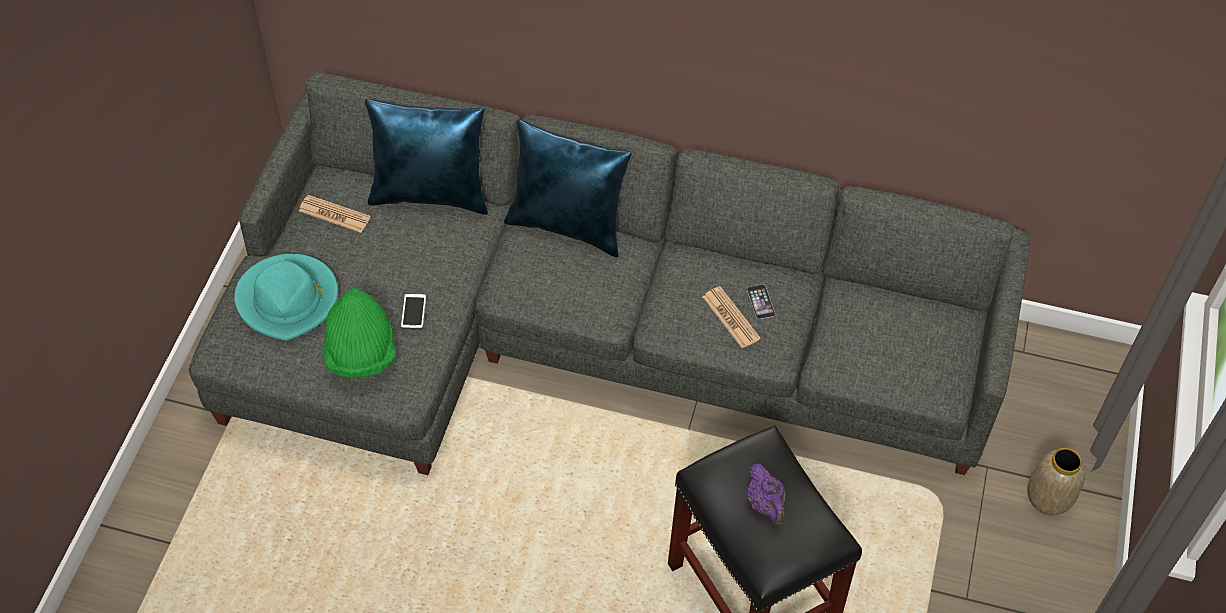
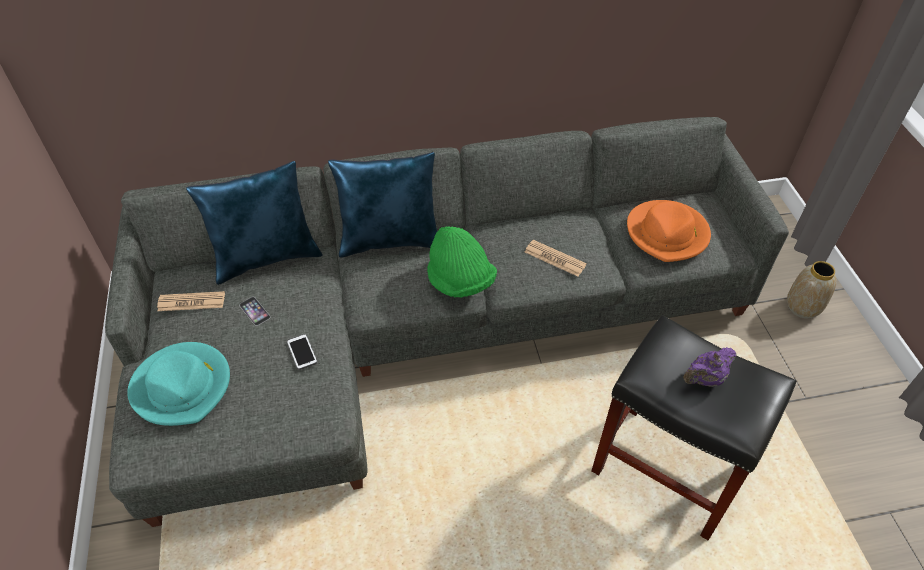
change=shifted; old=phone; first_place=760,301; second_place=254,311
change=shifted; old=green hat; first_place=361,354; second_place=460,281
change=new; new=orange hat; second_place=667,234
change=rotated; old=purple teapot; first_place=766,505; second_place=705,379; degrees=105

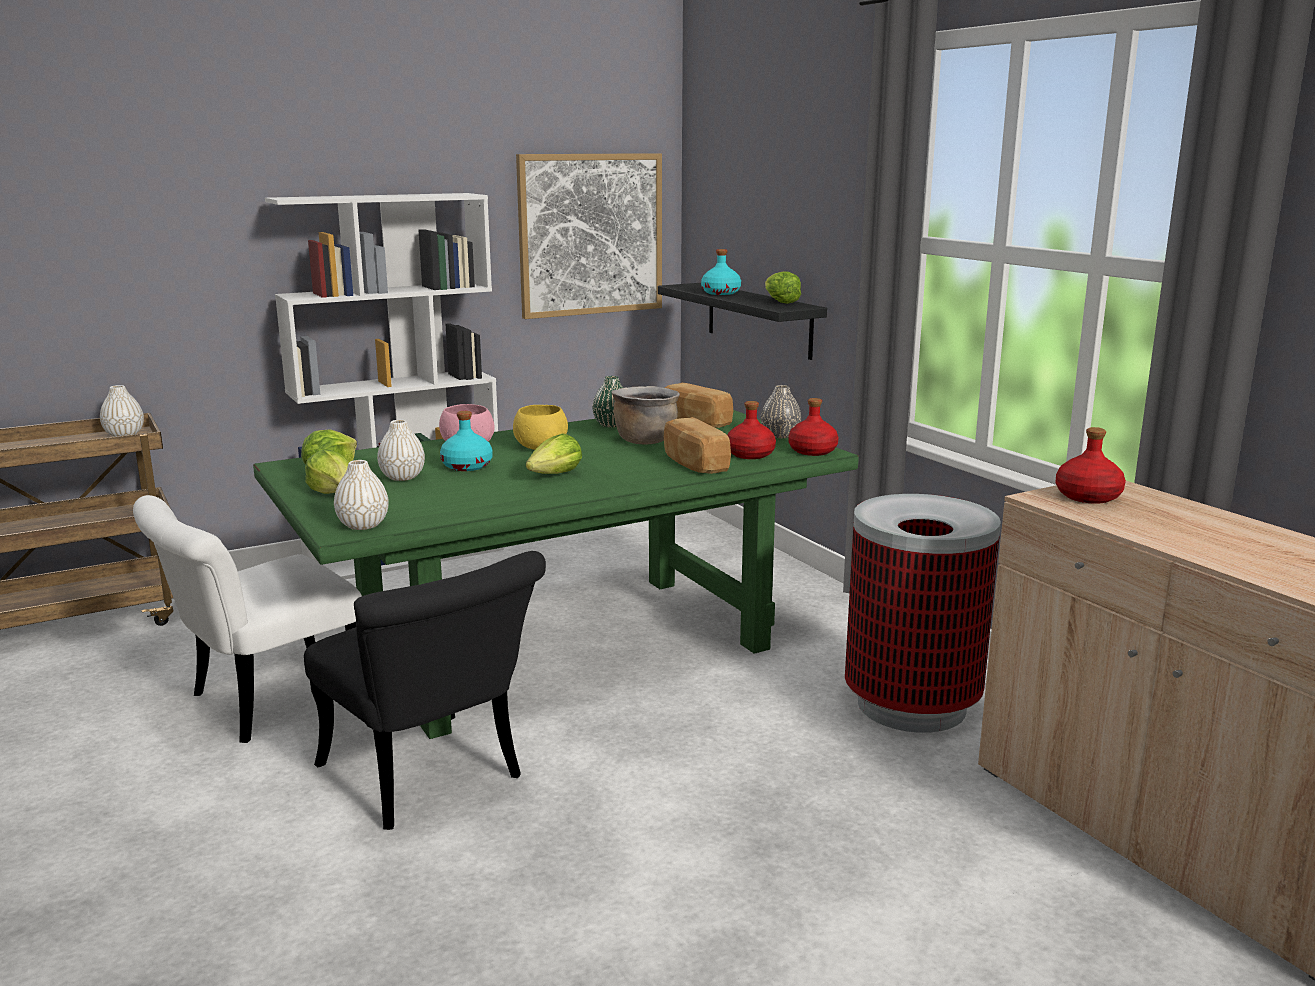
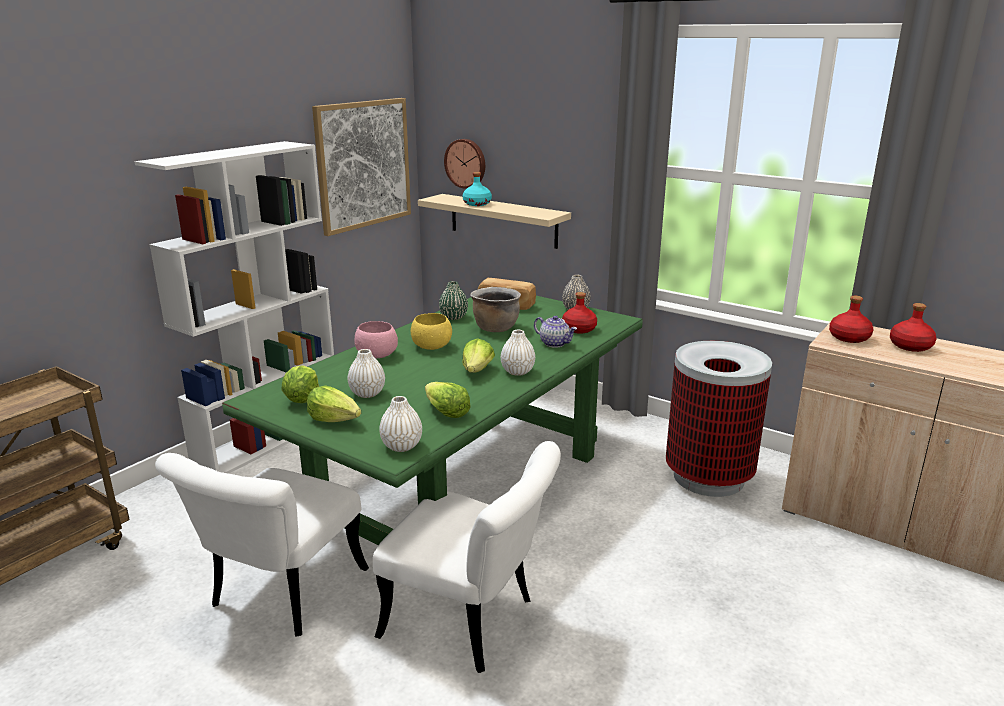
change=repainted; old=black chair; new=white chair; first_place=431,780; second_place=472,622
change=repainted; old=black shelf; new=beige shelf; first_place=758,319; second_place=503,220
change=shifted; old=lettuce; first_place=780,302; second_place=446,412
change=new; new=wall clock; second_place=466,163
change=shifted; old=white vase; first_place=124,435; second_place=517,372
change=swapped; old=bread; new=teapot; first_place=694,464; second_place=555,343
change=shifted; old=red bottle; first_place=812,451; second_place=910,346
change=gone; old=turquoise bottle; first_place=467,466

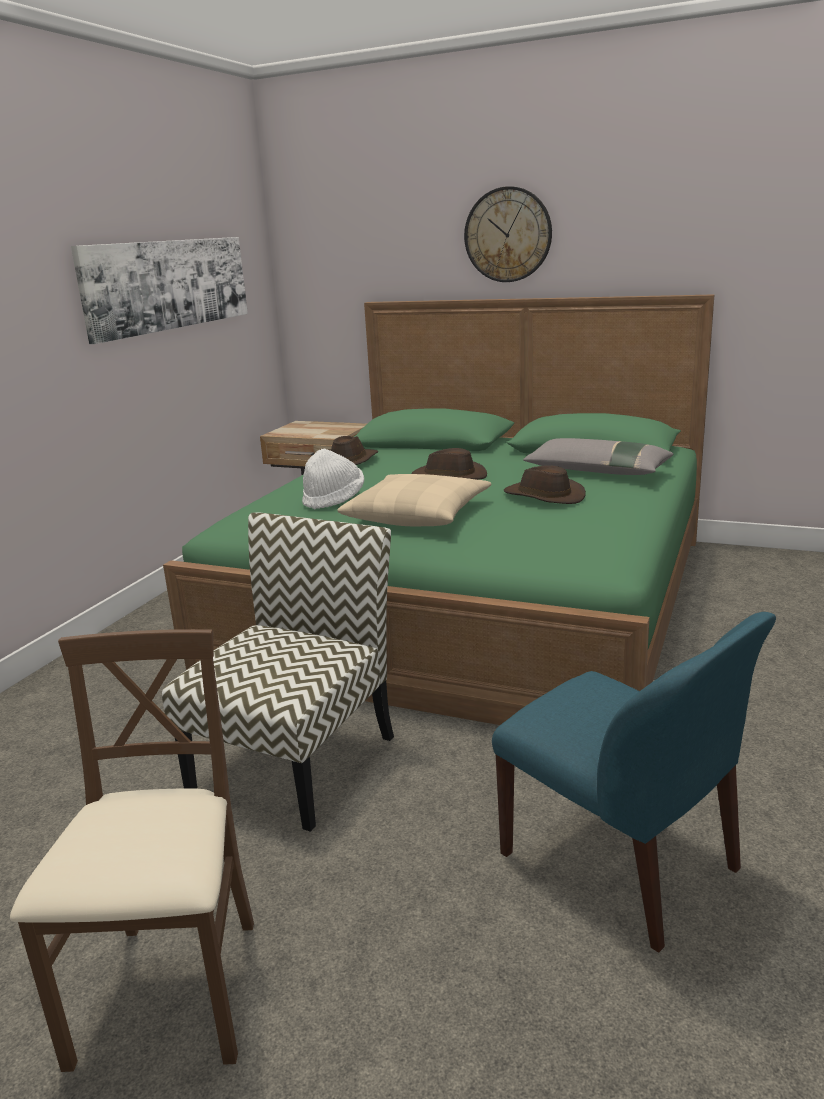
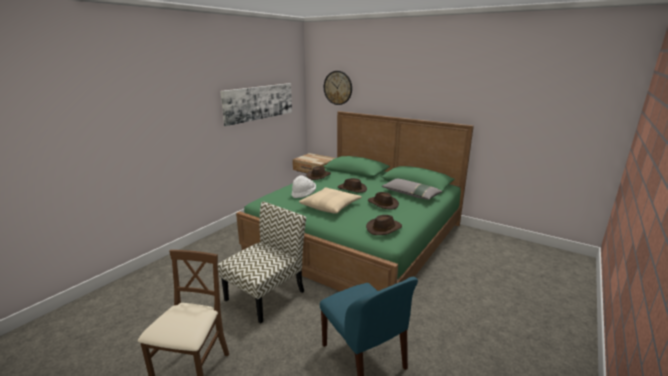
change=shifted; old=wall clock; first_place=508,235; second_place=338,88
change=new; new=brown hat; second_place=384,228

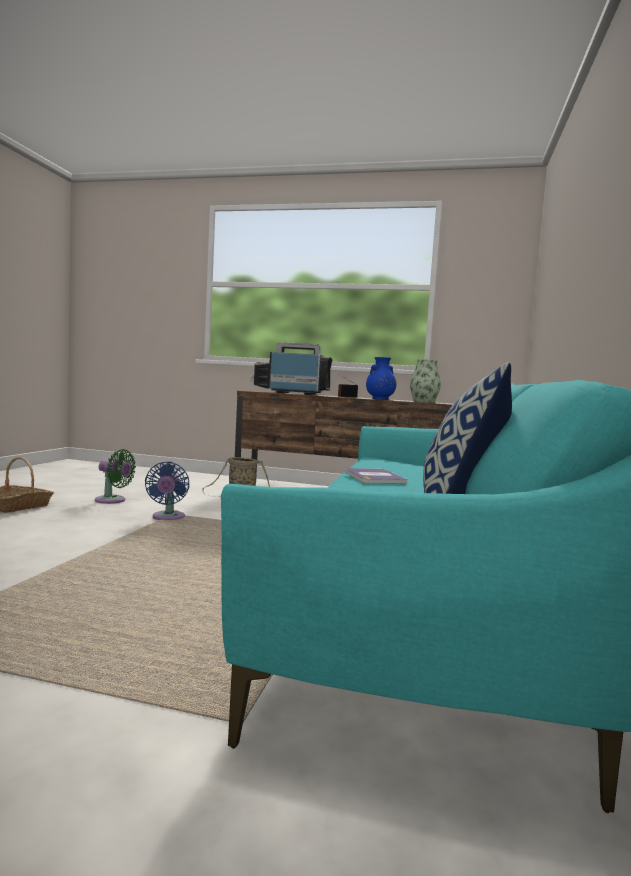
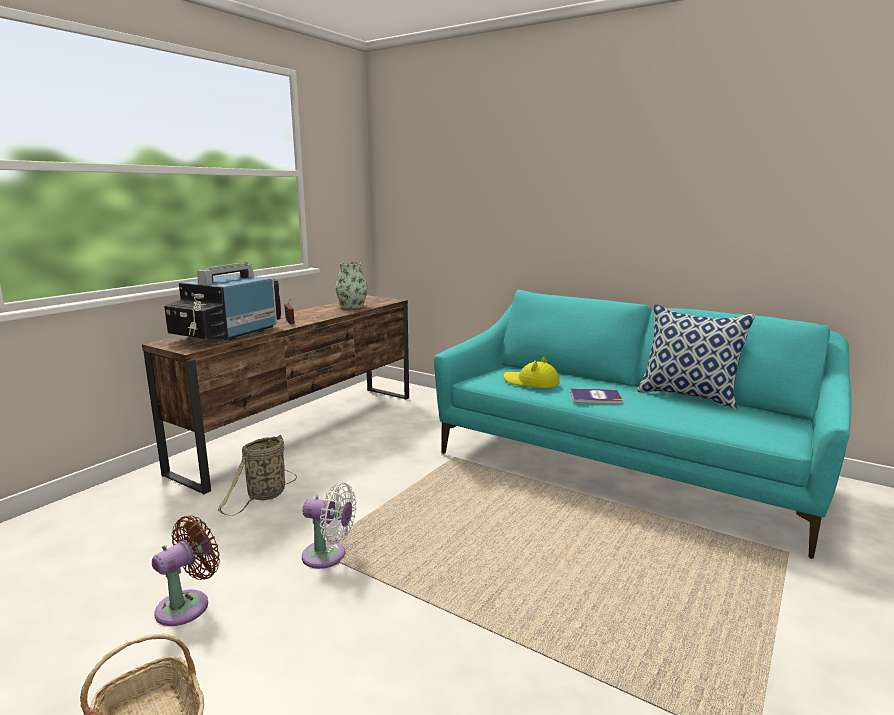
change=repainted; old=green fan; new=brown fan; first_place=113,500; second_place=187,605
change=repainted; old=blue fan; new=white fan; first_place=168,517; second_place=328,556
change=new; new=yellow hat; second_place=531,382
change=gone; old=blue vase; first_place=379,399

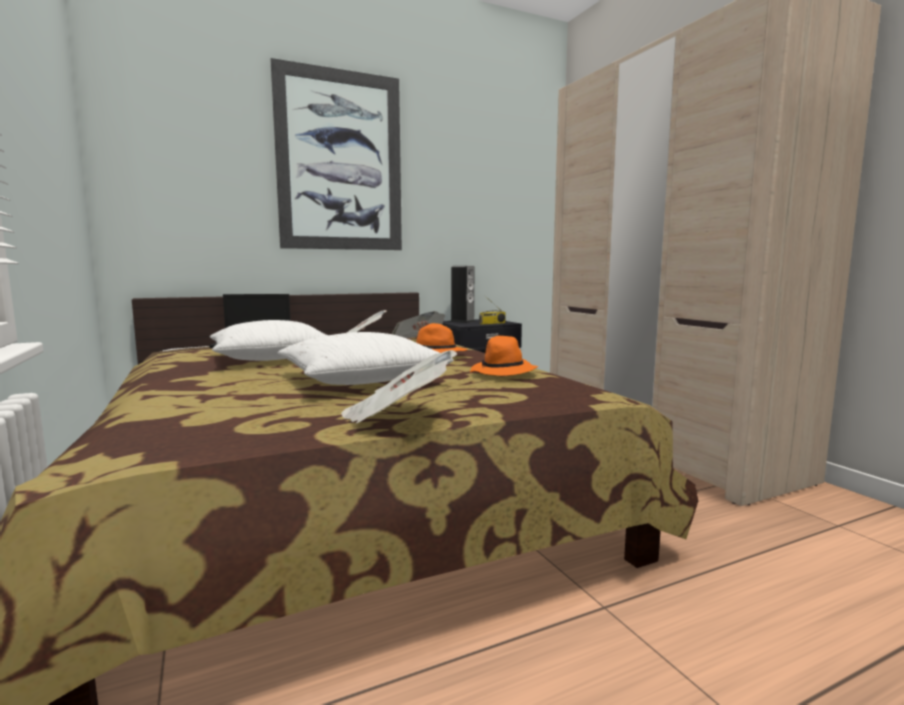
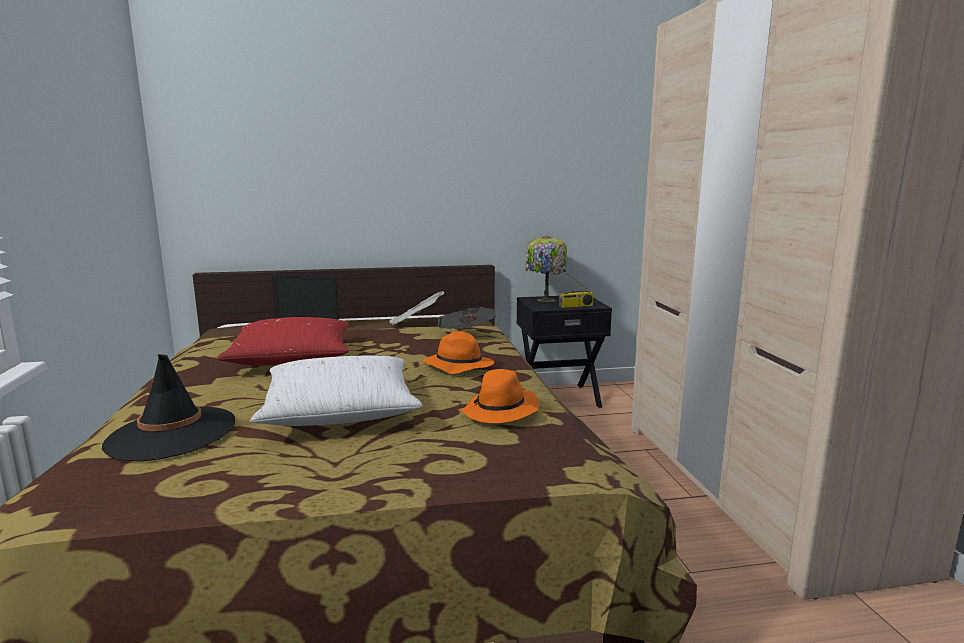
change=new; new=black hat; second_place=171,434
change=repainted; old=white pillow; new=red pillow; first_place=272,358; second_place=292,358
change=swapped; old=speaker; new=table lamp; first_place=462,321; second_place=544,300
change=gone; old=picture; first_place=340,161
change=gone; old=newspaper; first_place=397,416

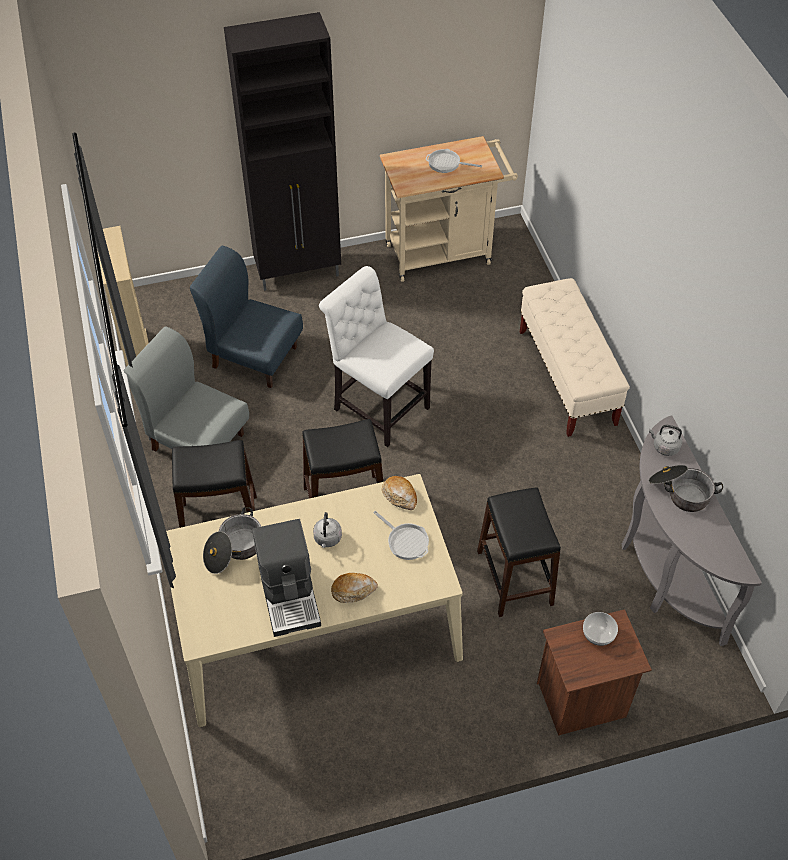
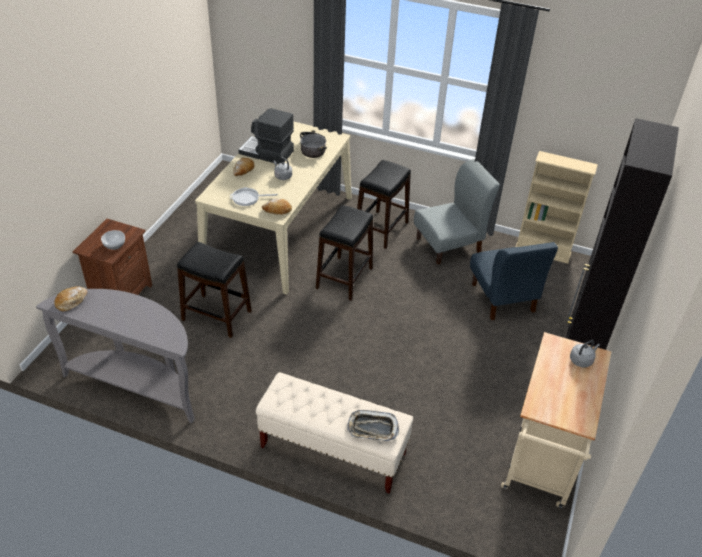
change=new; new=bread; second_place=71,301
change=new; new=tray; second_place=372,428
change=rotated; old=blue chair; first_place=254,356; second_place=502,298; degrees=105
change=shifted; old=grey kettle; first_place=664,447; second_place=582,360
change=gone; old=white chair; first_place=377,406
change=gone; old=frying pan; first_place=446,163
change=gone; old=cooking pot; first_place=680,492

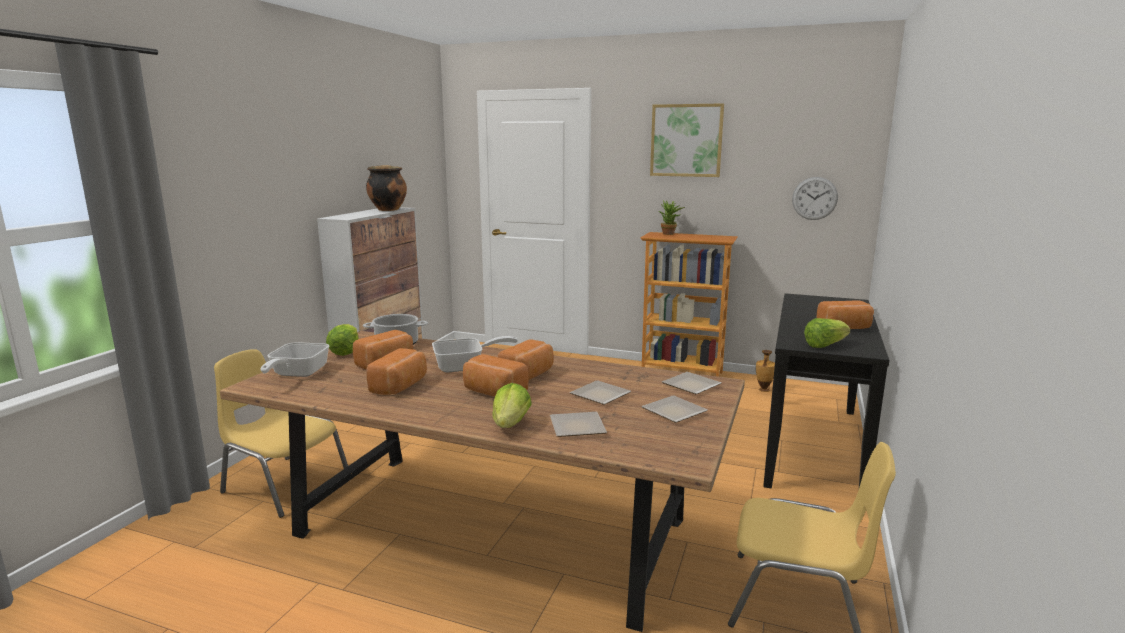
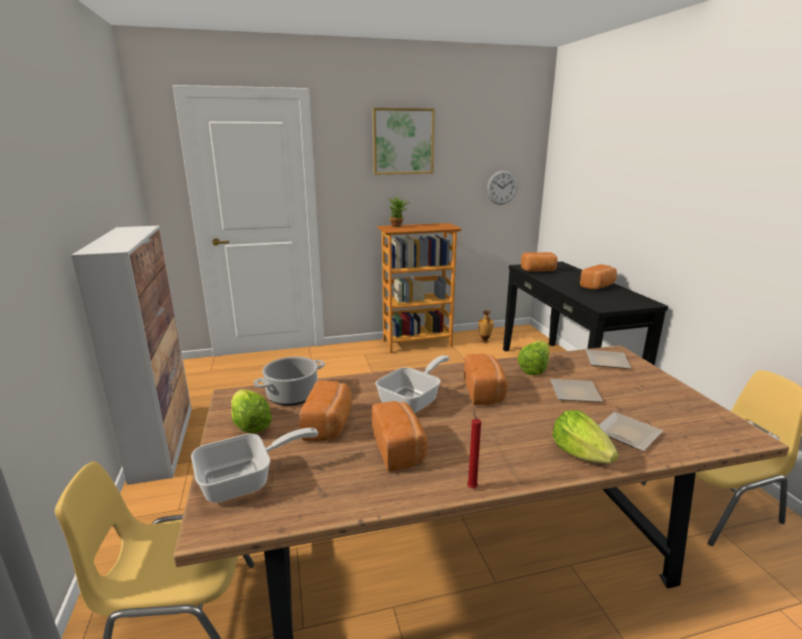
change=rotated; old=frying pan; first_place=296,374; second_place=246,481; degrees=-90
change=new; new=red candle; second_place=471,487
change=shifted; old=lettuce; first_place=824,345; second_place=534,368
change=shifted; old=bread; first_place=493,392; second_place=539,270
change=gone; old=cooking pot; first_place=387,209
change=gone; old=plate; first_place=671,412

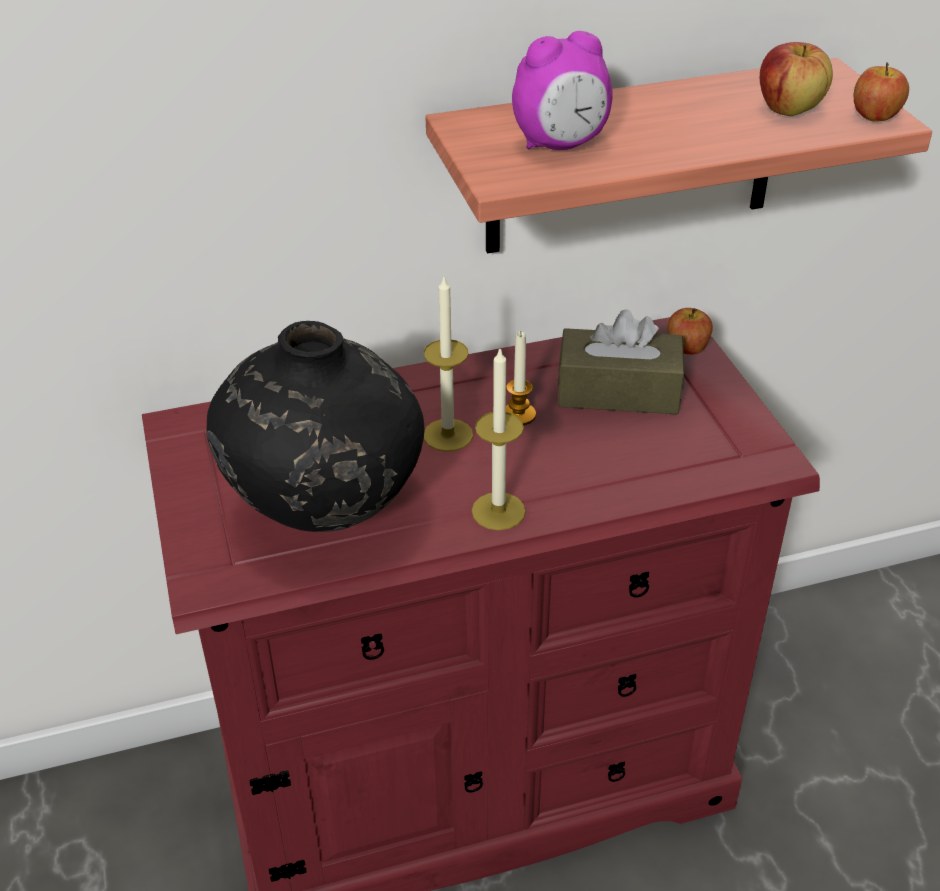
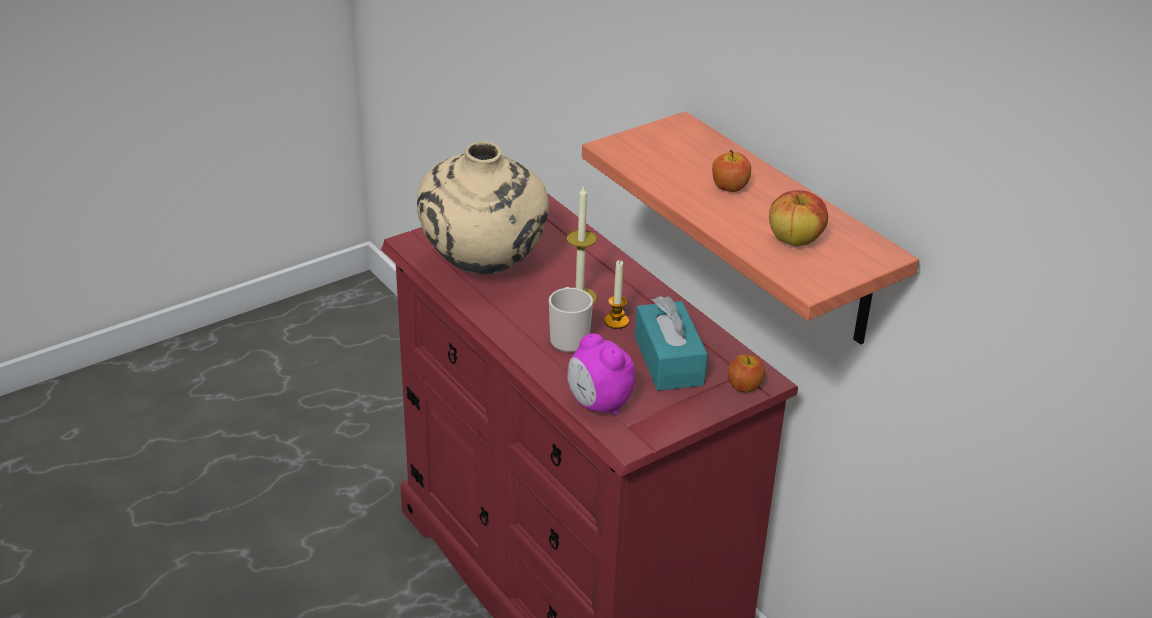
change=repainted; old=black vase; new=beige vase; first_place=326,512; second_place=484,268
change=new; new=mug; second_place=568,338
change=shifted; old=alarm clock; first_place=561,145; second_place=598,404
change=repainted; old=brown tissue box; new=turquoise tissue box; first_place=618,391; second_place=668,360
change=shifted; old=apple; first_place=875,116; second_place=729,187
change=gone; old=candle; first_place=498,511

